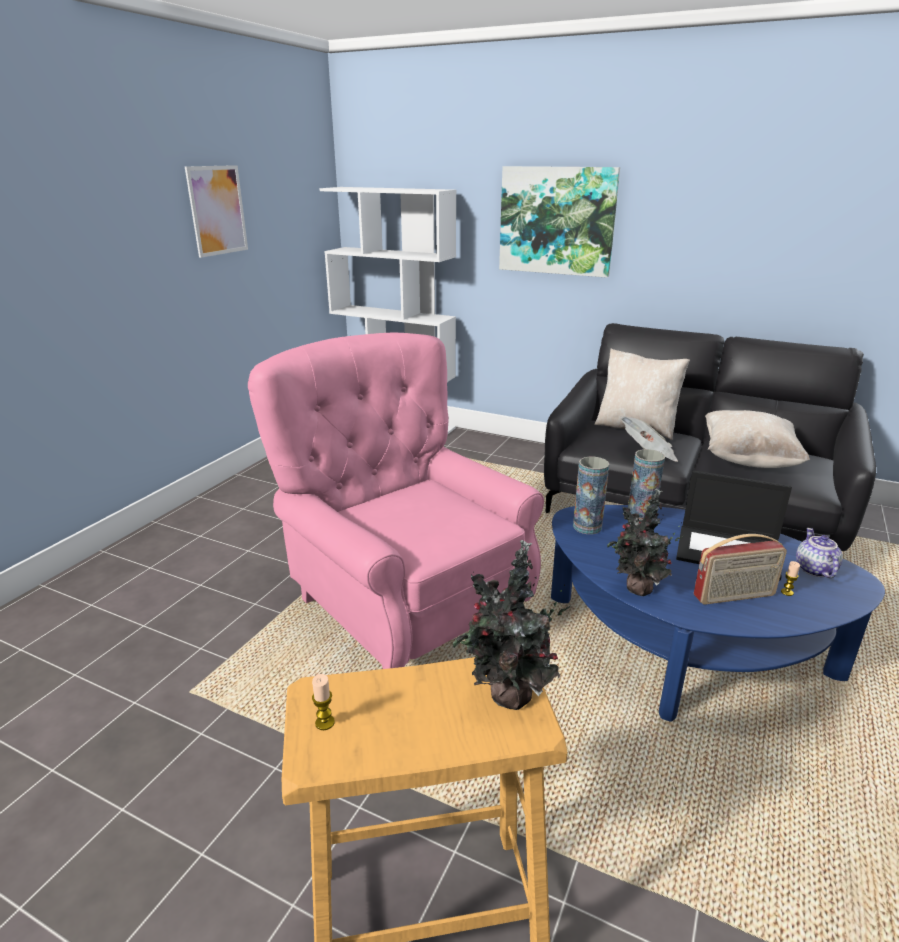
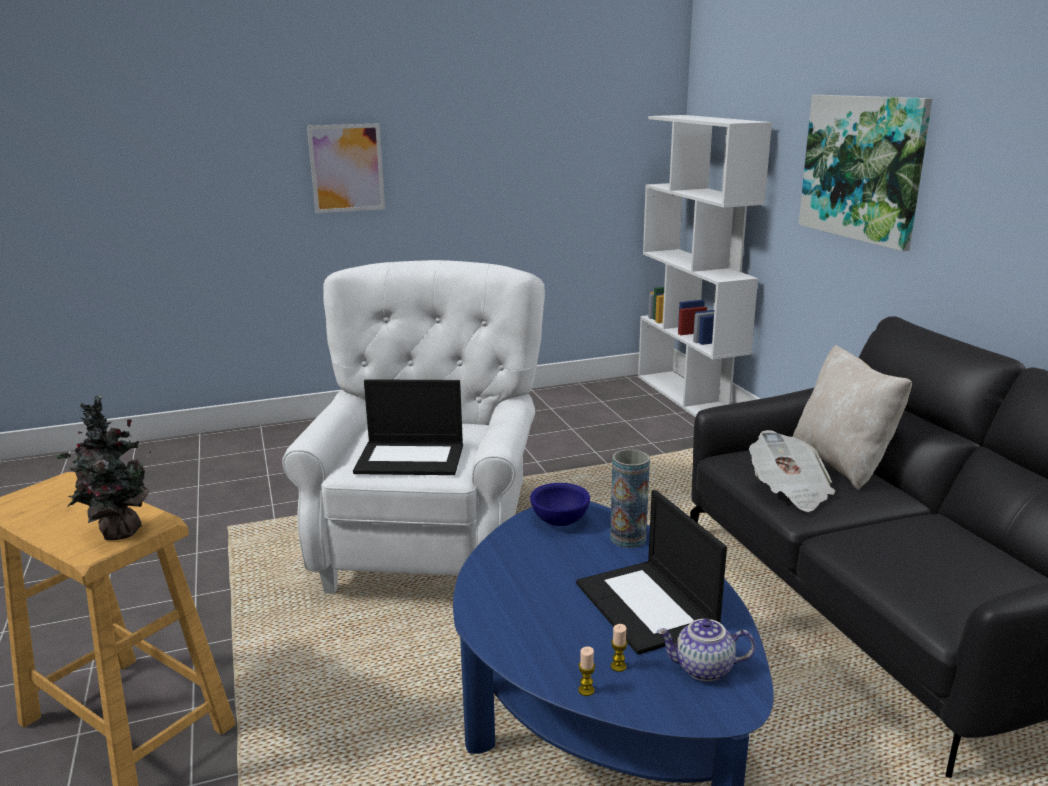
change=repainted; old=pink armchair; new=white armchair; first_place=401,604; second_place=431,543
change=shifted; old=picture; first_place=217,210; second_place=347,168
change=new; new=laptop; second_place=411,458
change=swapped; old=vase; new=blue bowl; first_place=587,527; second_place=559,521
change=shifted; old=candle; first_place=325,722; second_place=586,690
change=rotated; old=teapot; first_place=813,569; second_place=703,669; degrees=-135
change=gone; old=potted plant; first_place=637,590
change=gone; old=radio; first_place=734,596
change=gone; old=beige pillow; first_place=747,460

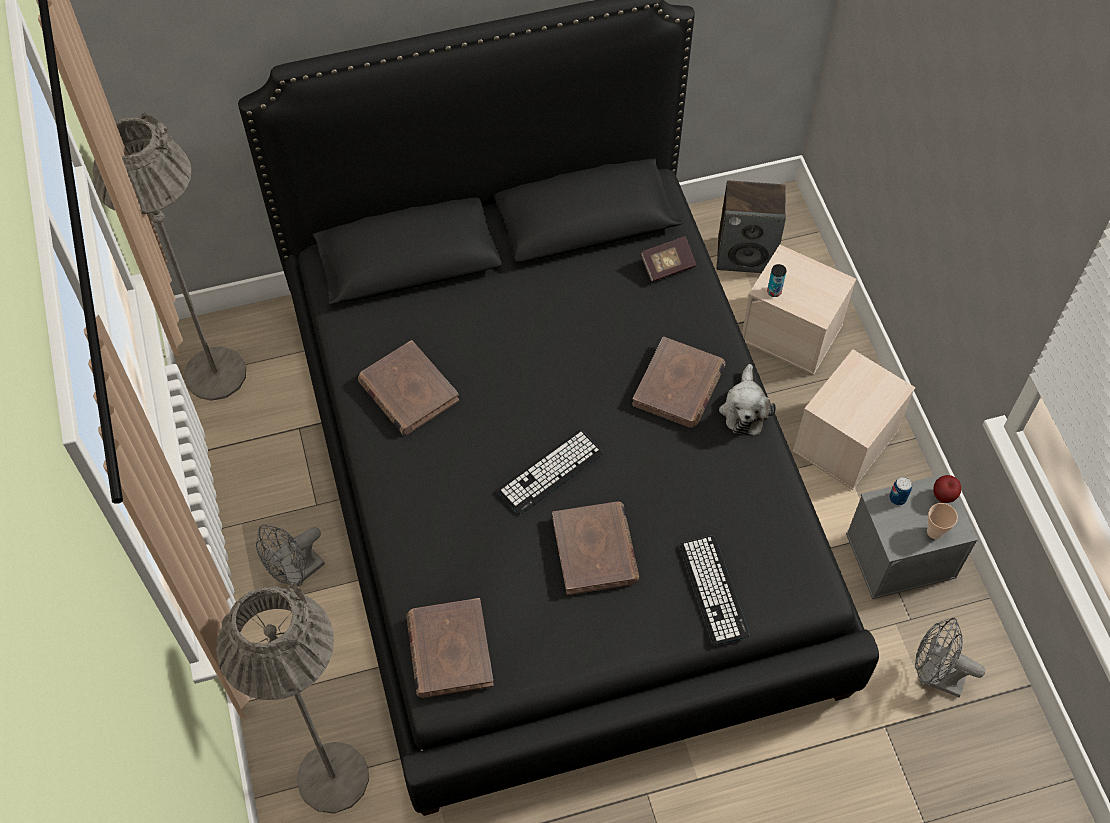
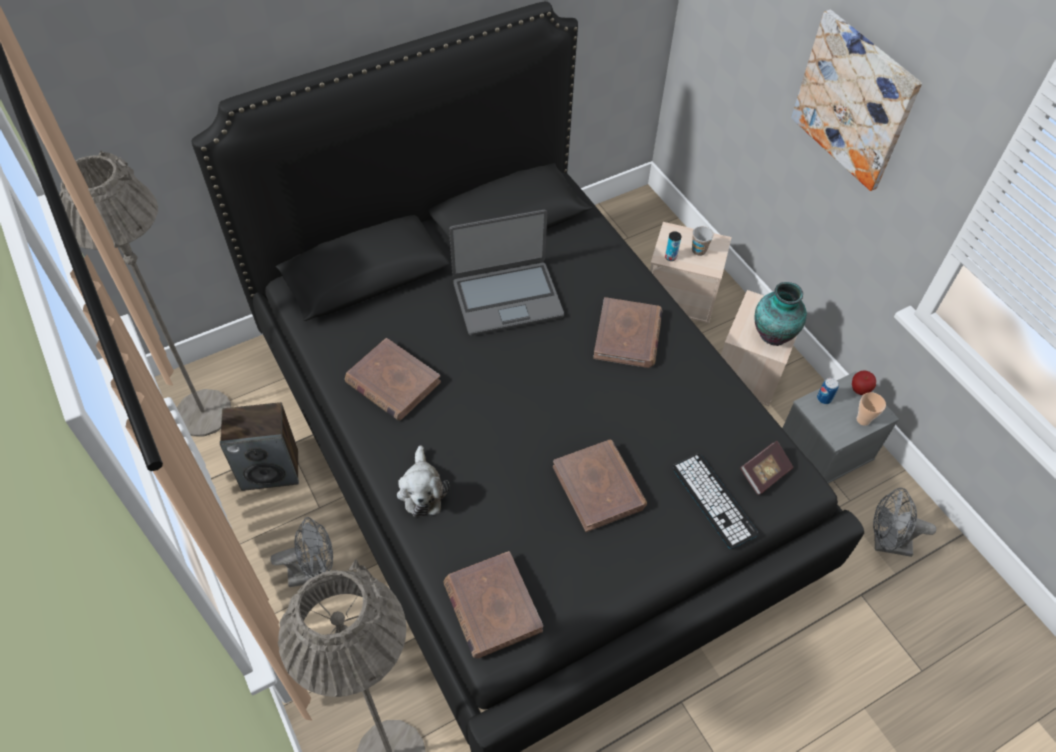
change=shifted; old=speaker; first_place=746,255; second_place=271,469
change=rotated; old=grey fan; first_place=296,574; second_place=314,572; degrees=-135
change=shifted; old=plush toy; first_place=745,409; second_place=422,490
change=new; new=laptop; second_place=507,298
change=new; new=cup; second_place=698,250
change=shifted; old=book; first_place=667,266; second_place=764,473
change=new; new=vase; second_place=773,334
change=new; new=picture; second_place=854,100
change=gone; old=keyboard; first_place=550,472

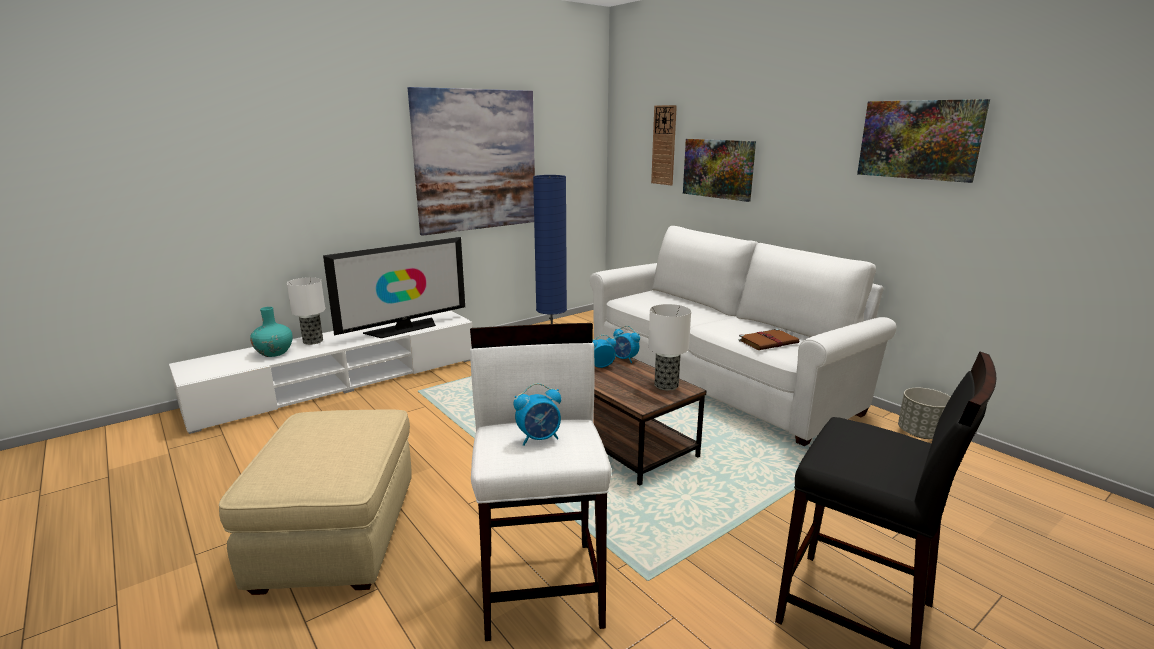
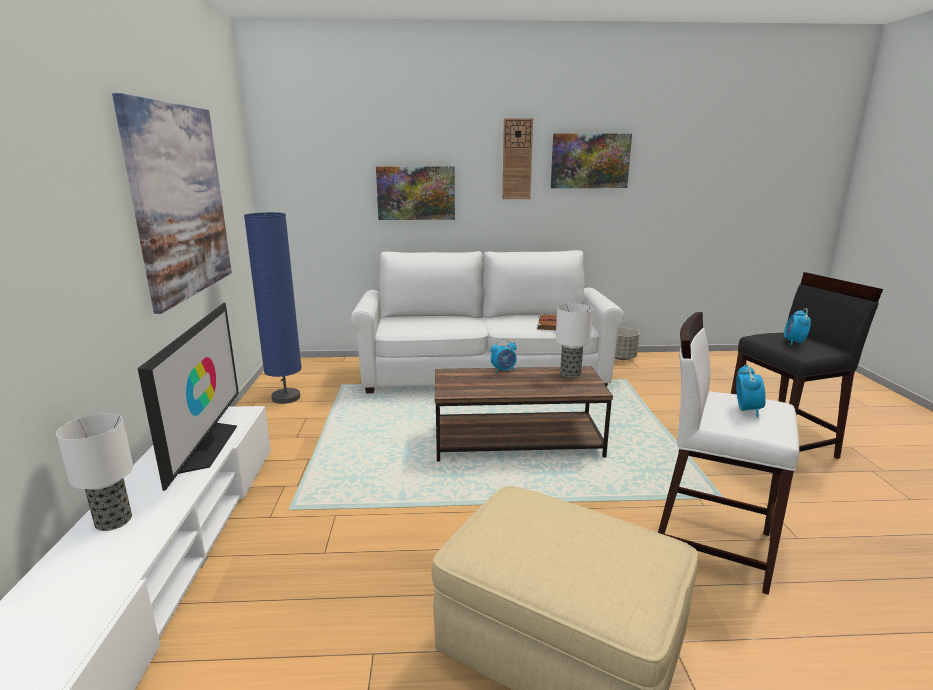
change=shifted; old=wall clock; first_place=664,145; second_place=517,159
change=shifted; old=alarm clock; first_place=600,366; second_place=794,342
change=gone; old=turquoise vase; first_place=274,353

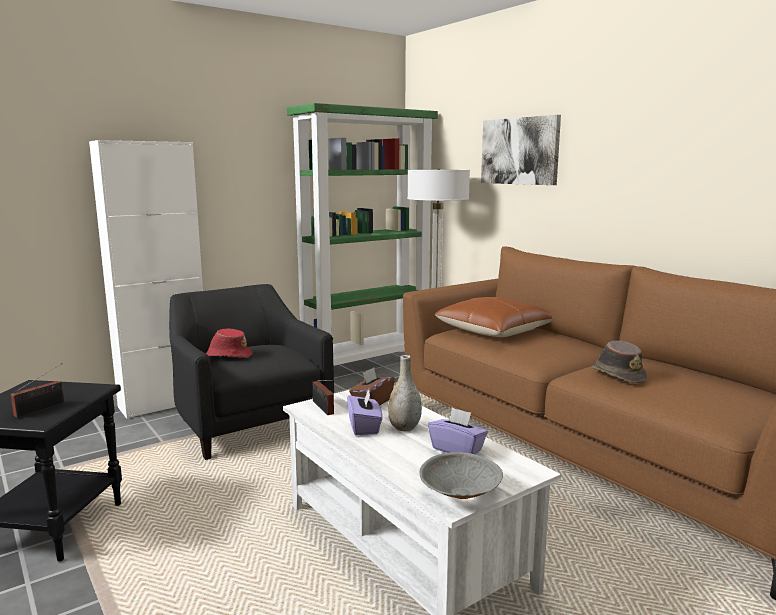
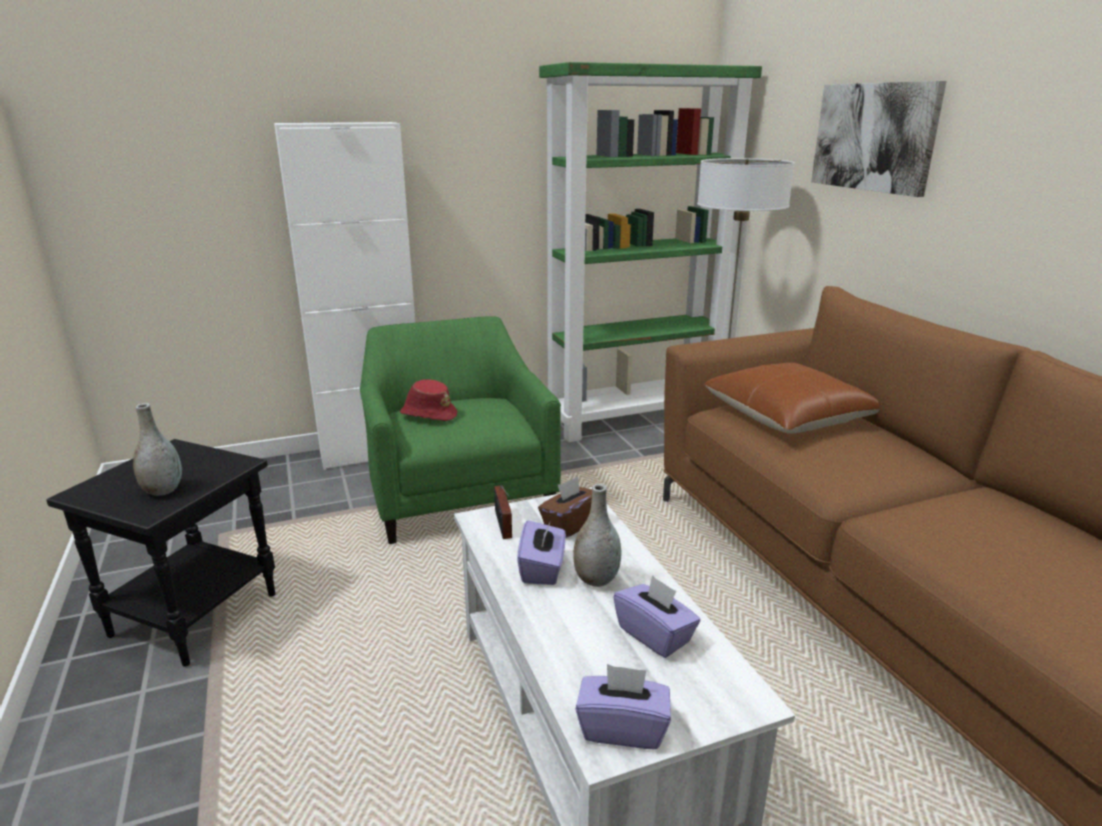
change=swapped; old=radio; new=grey vase; first_place=42,409; second_place=163,490
change=repainted; old=black armchair; new=green armchair; first_place=249,423; second_place=458,494
change=swapped; old=grey bowl; new=purple tissue box; first_place=459,494; second_place=622,728
change=gone; old=brown hat; first_place=618,375

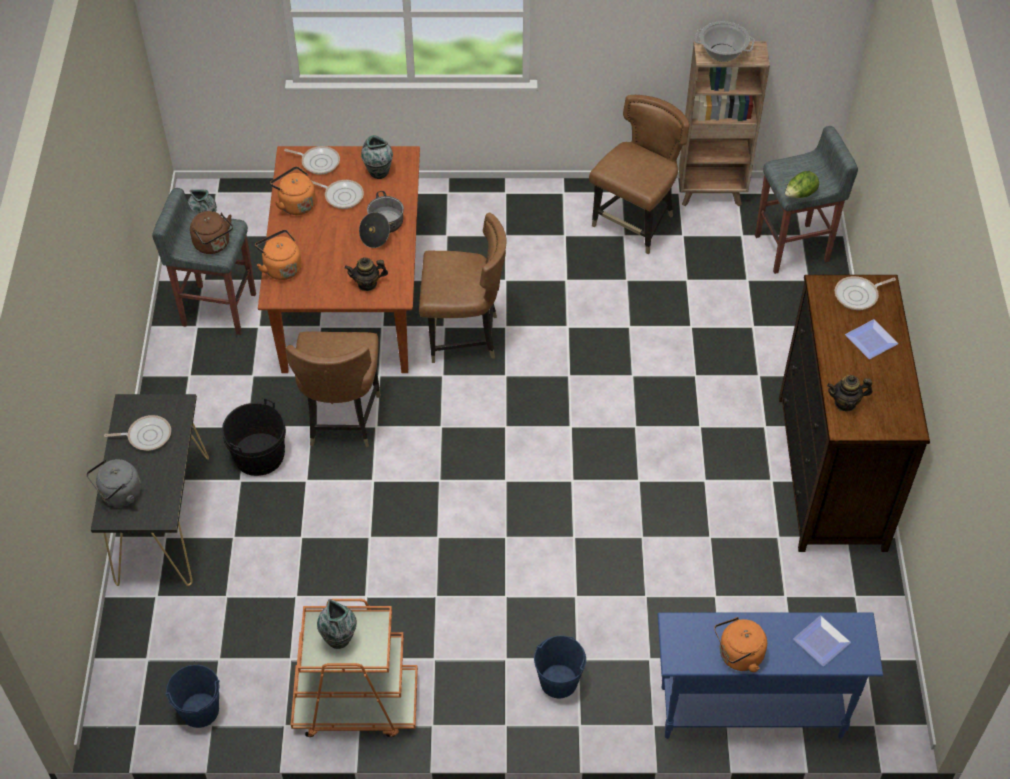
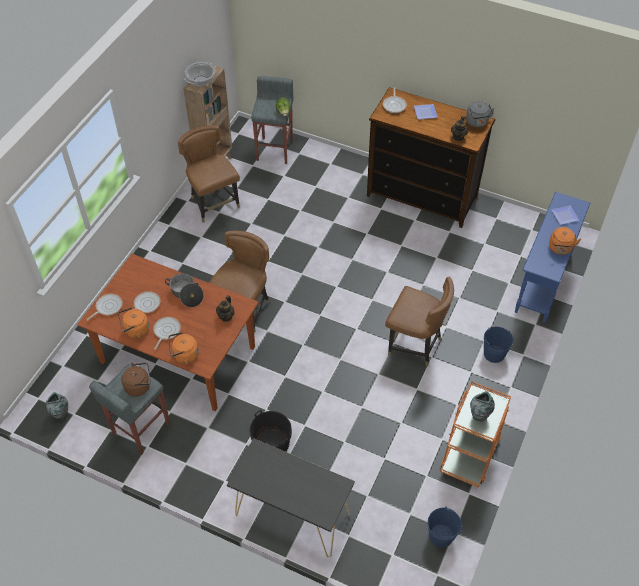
change=shifted; old=frying pan; first_place=147,435; second_place=166,331
change=shifted; old=brown chair; first_place=341,419; second_place=414,345
change=shifted; old=grey kettle; first_place=119,495; second_place=477,122
change=gone; old=vase; first_place=378,172

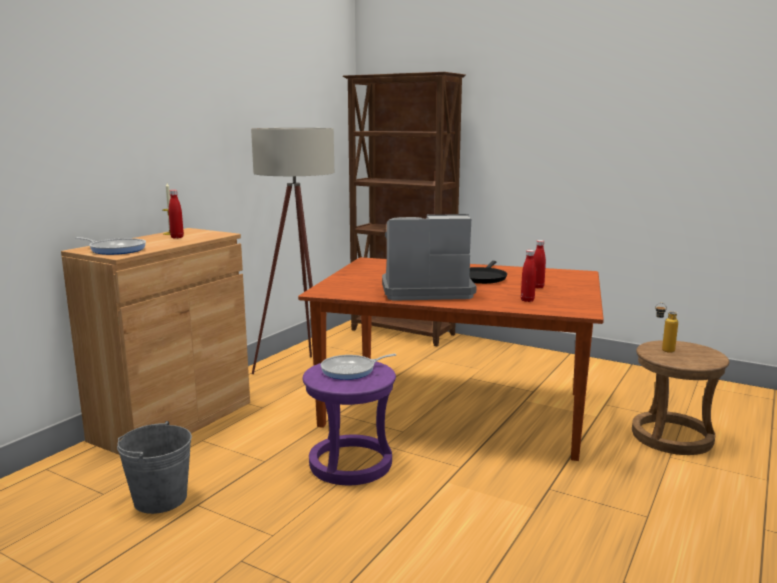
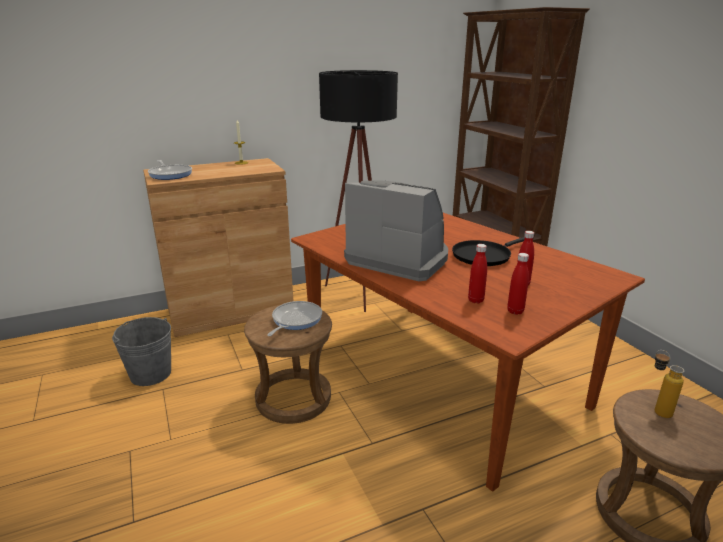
change=repainted; old=purple stool; new=brown stool; first_place=350,464; second_place=293,398
change=rotated; old=frying pan; first_place=351,370; second_place=295,320; degrees=105
change=repainted; old=beige floor lamp; new=black floor lamp; first_place=301,374; second_place=359,297
change=shifted; old=red bottle; first_place=177,237; second_place=515,311

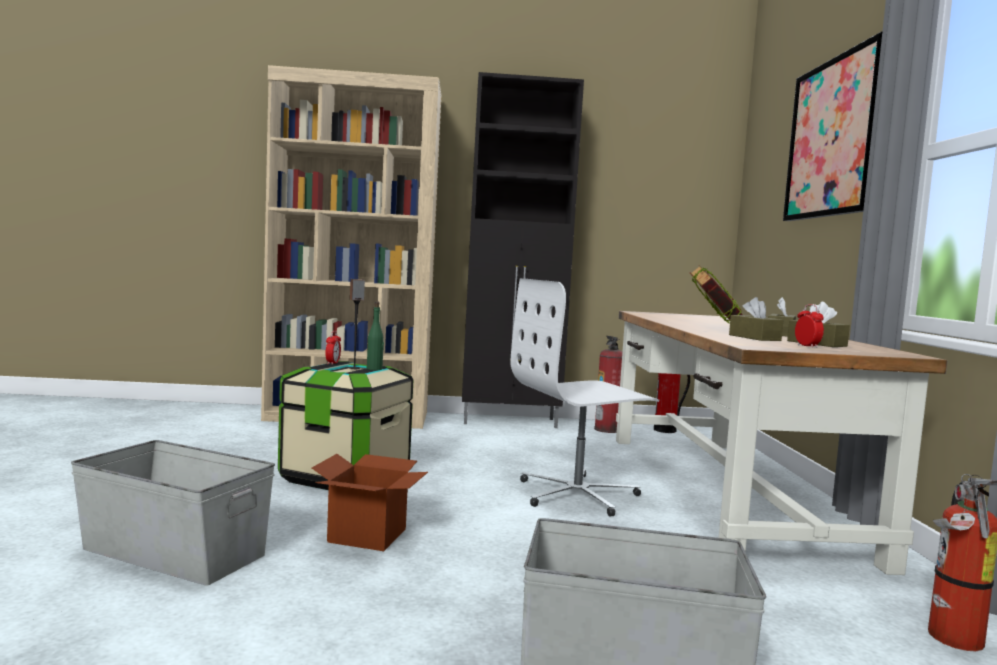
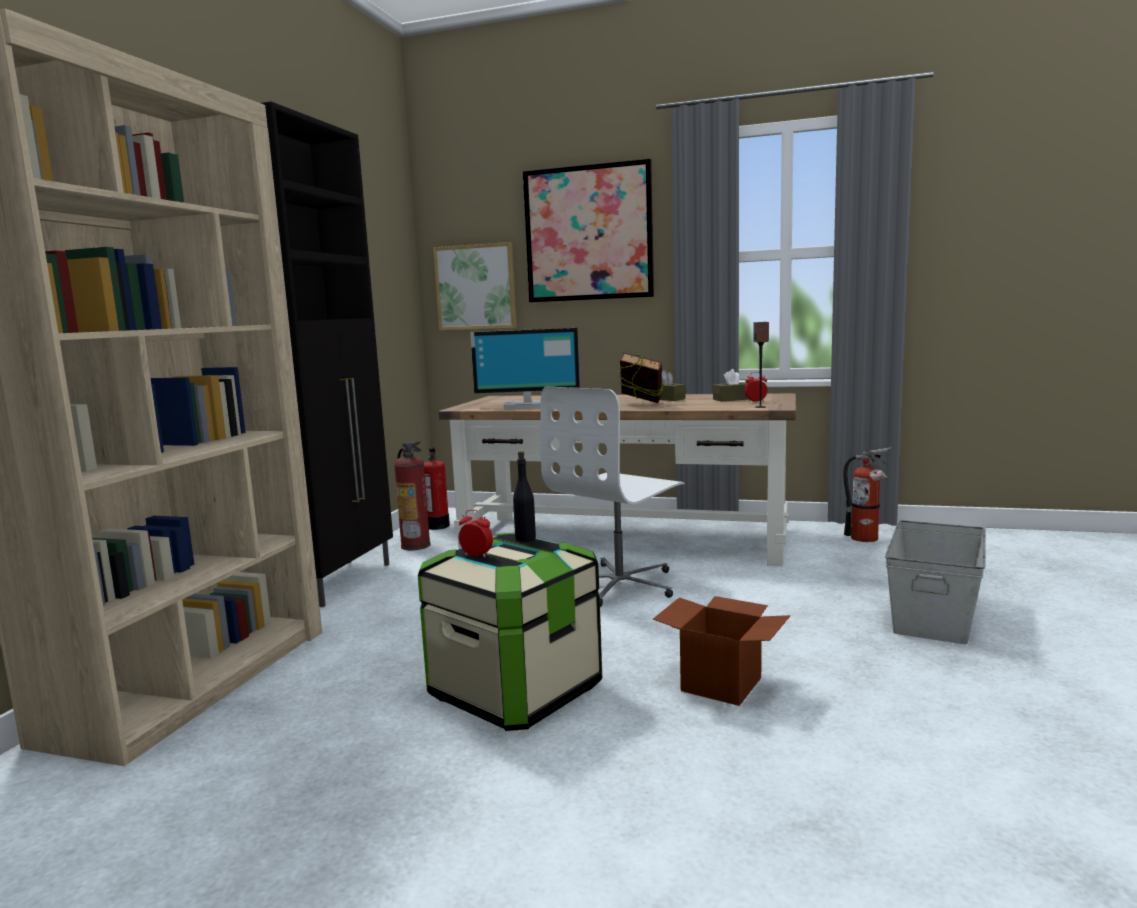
change=new; new=picture; second_place=476,287
change=new; new=monitor; second_place=528,405
change=repainted; old=green bottle; new=black bottle; first_place=374,369; second_place=525,538
change=rotated; old=white office chair; first_place=578,494; second_place=620,584; degrees=45
change=shifted; old=speaker; first_place=354,368; second_place=760,407
change=gone; old=grey storage box; first_place=174,552
change=gone; old=brown tissue box; first_place=754,338

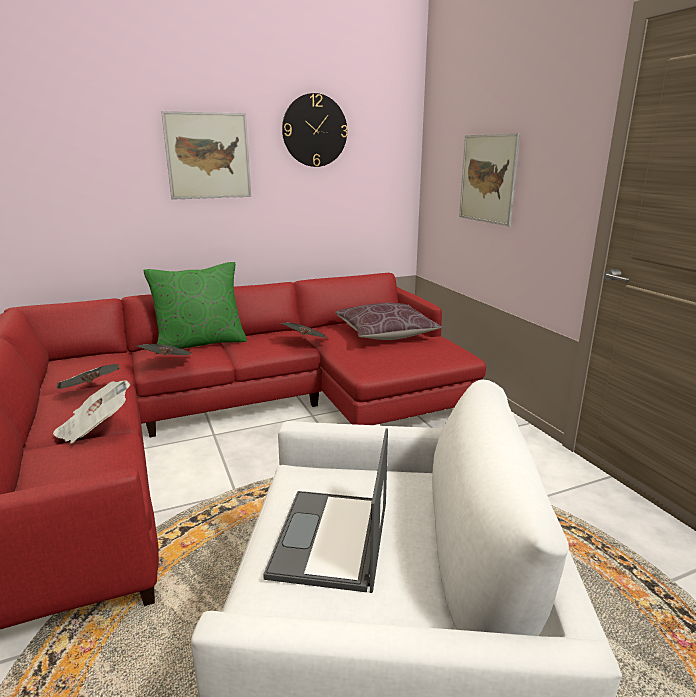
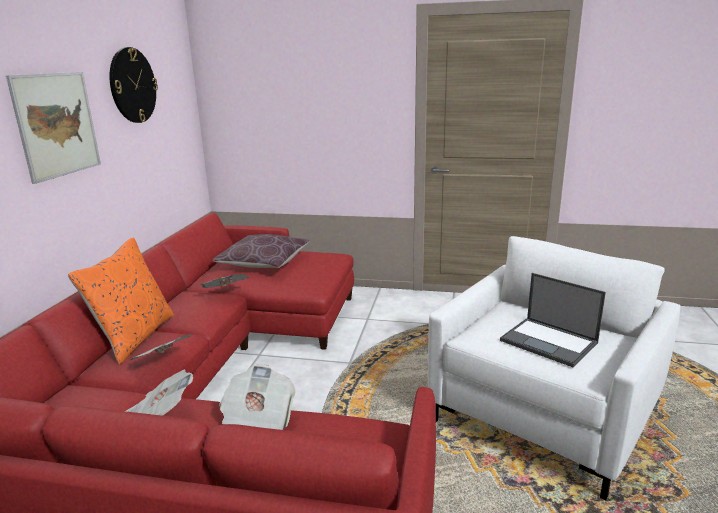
change=repainted; old=green pillow; new=orange pillow; first_place=200,343; second_place=134,337
change=gone; old=picture; first_place=488,178

